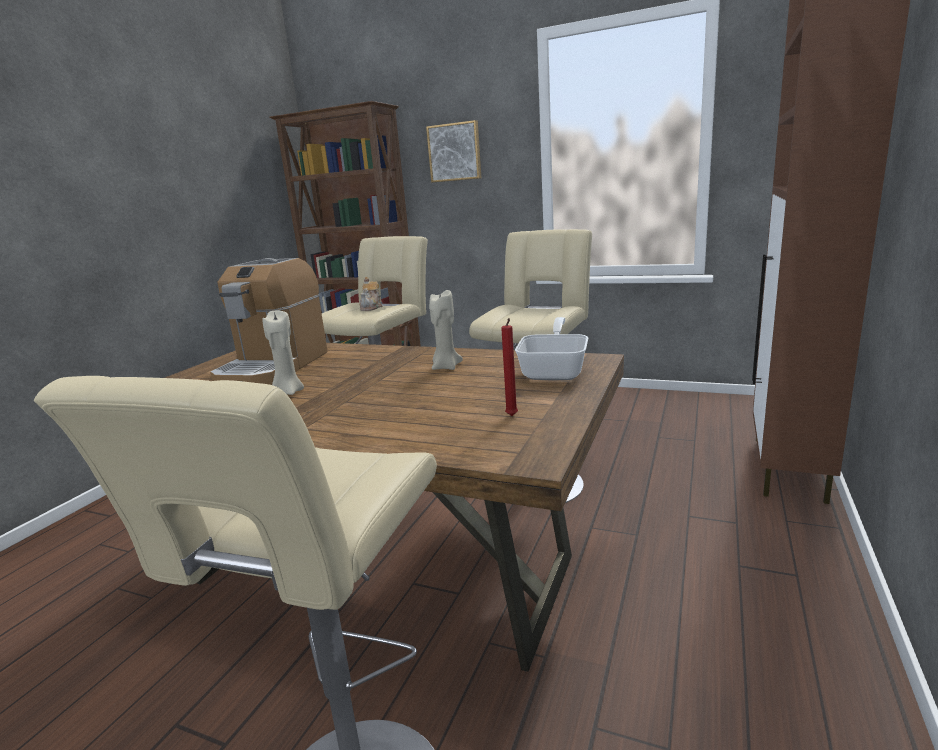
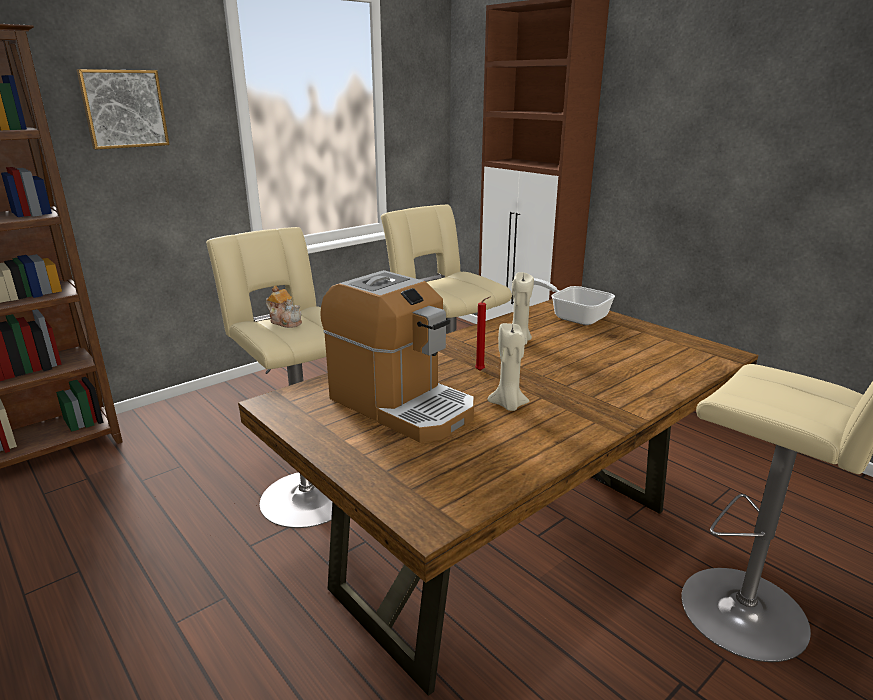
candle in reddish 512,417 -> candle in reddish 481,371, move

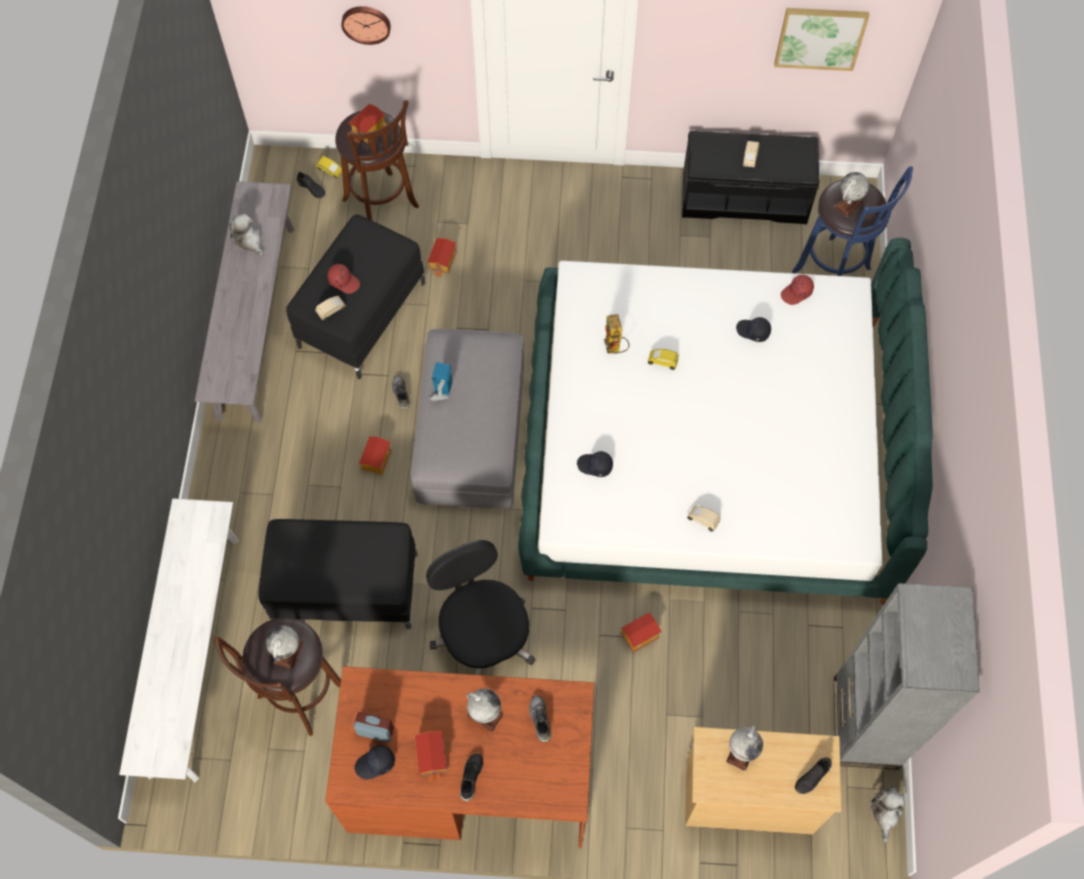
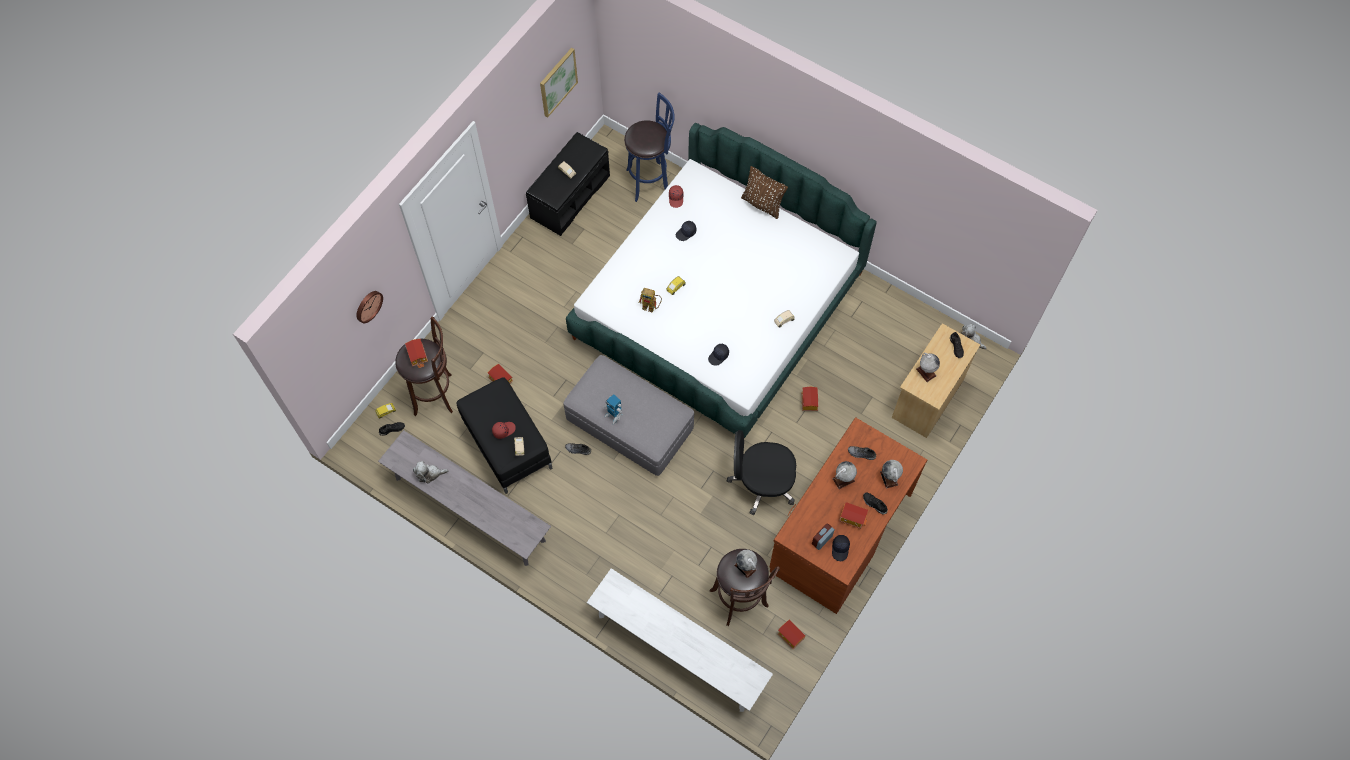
footrest in blackish 344,589 -> none
model house 376,460 -> model house 790,636, move
globe 848,204 -> globe 889,478, move
shelving unit in grey 865,723 -> none
none -> throw pillow in brownish 762,204

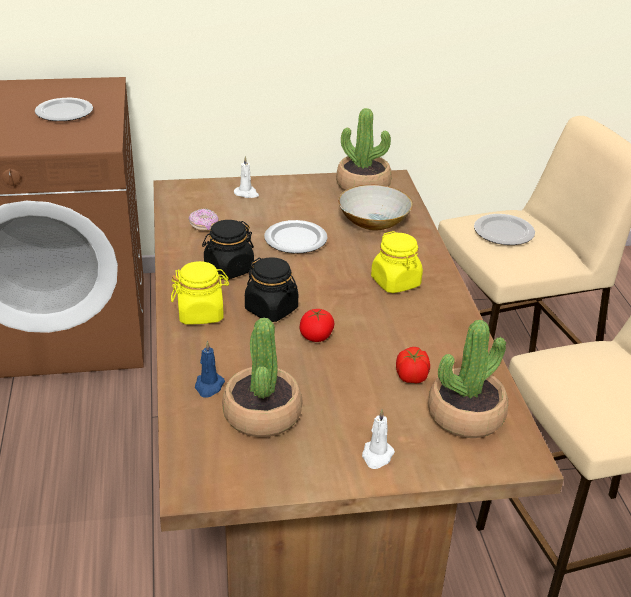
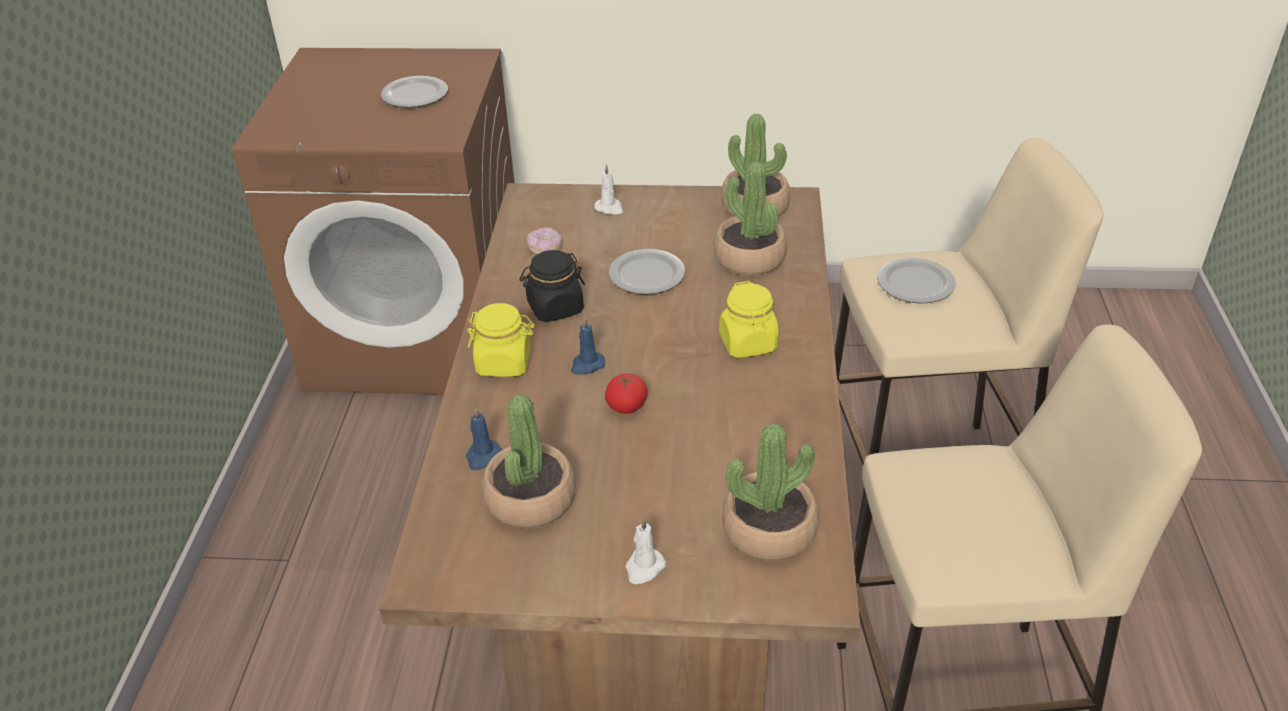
preserve jar in blackish 271,309 -> candle in bluish 587,365
deep dish 372,222 -> potted plant 749,258
tomato 411,377 -> none

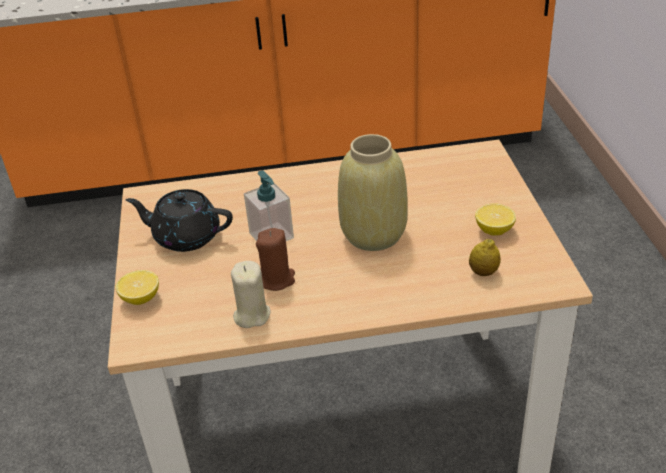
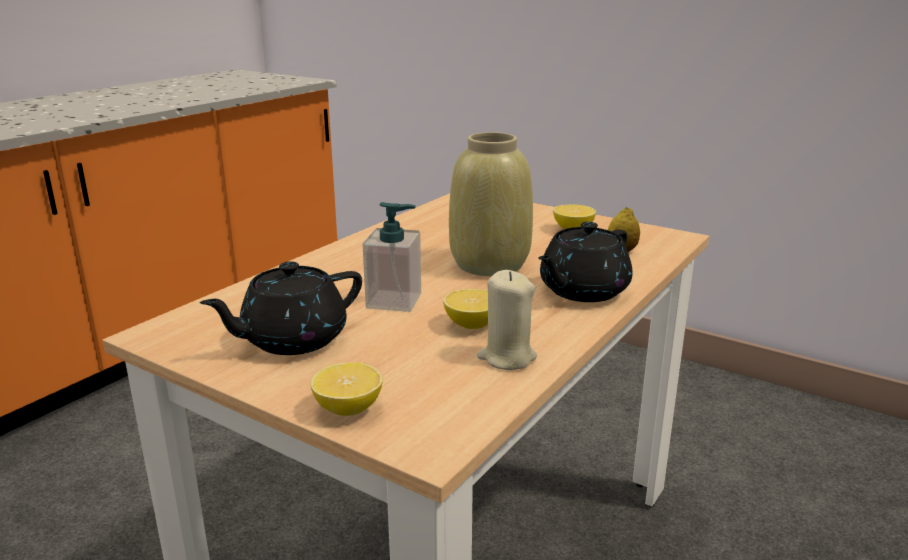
candle in brownish 277,279 -> citrus fruit 471,324
none -> pot for tea in blackish 582,291

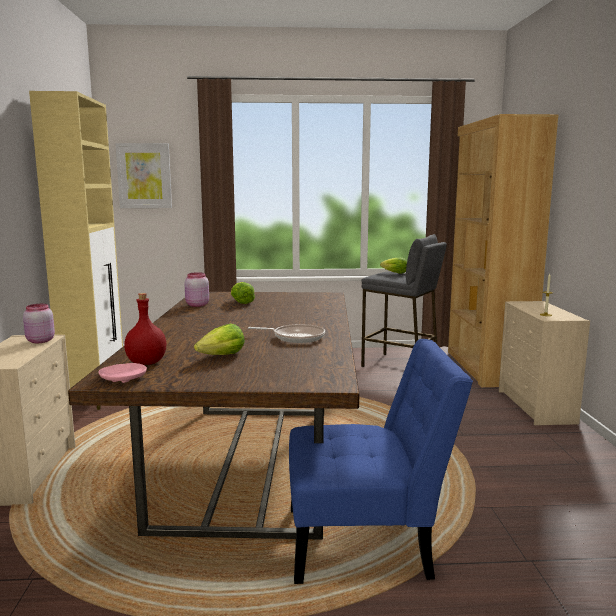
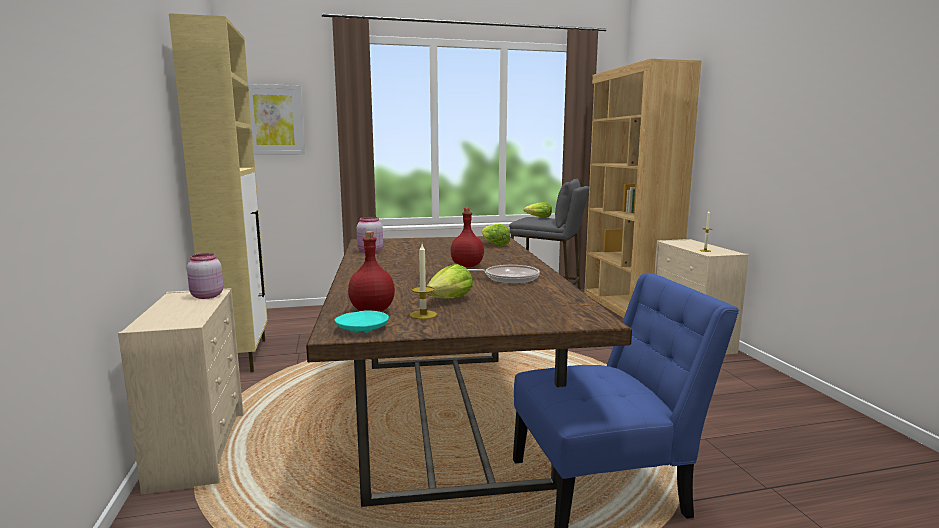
dinner plate in pink-coloured 123,379 -> dinner plate in turquoise 362,329
lettuce head 241,302 -> lettuce head 494,245, move
none -> candle 423,315
none -> drink bottle in reddish 466,266

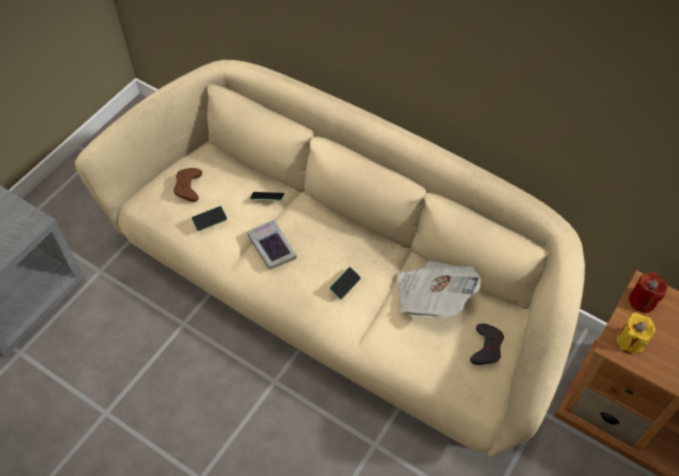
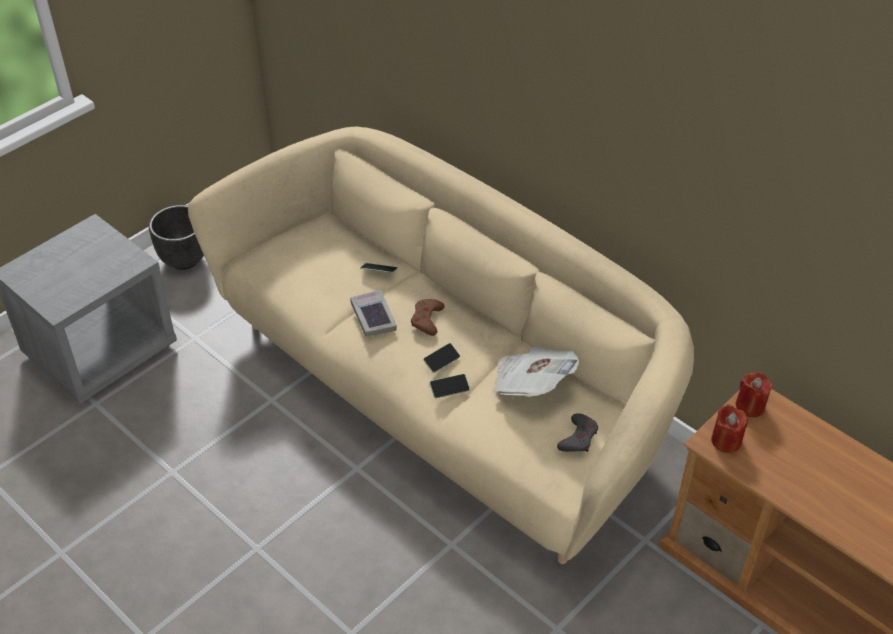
game controller in brownish 188,187 -> game controller in brownish 427,320, move
telephone 210,221 -> telephone 449,389, move
candle in yellowish 630,341 -> candle in reddish 726,441
none -> plant pot in blackish 184,260

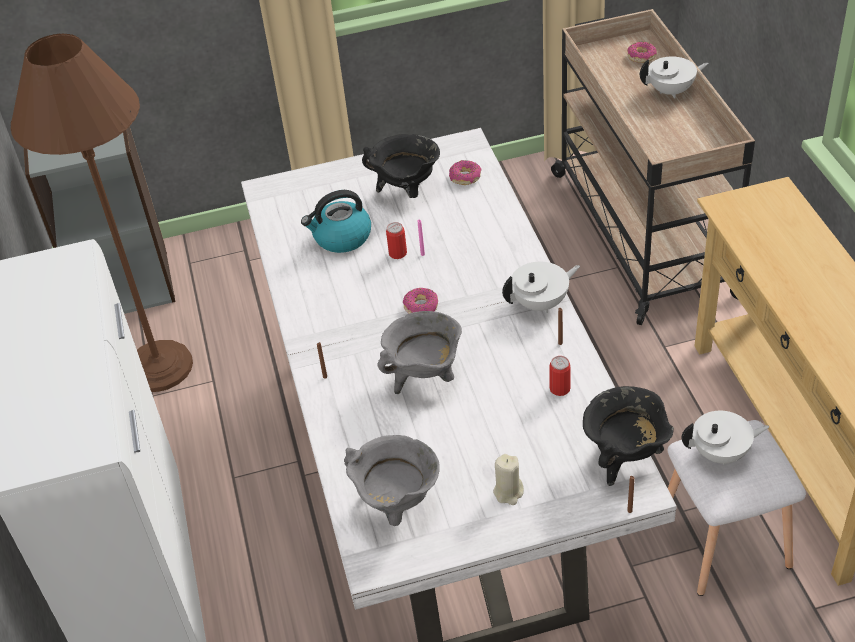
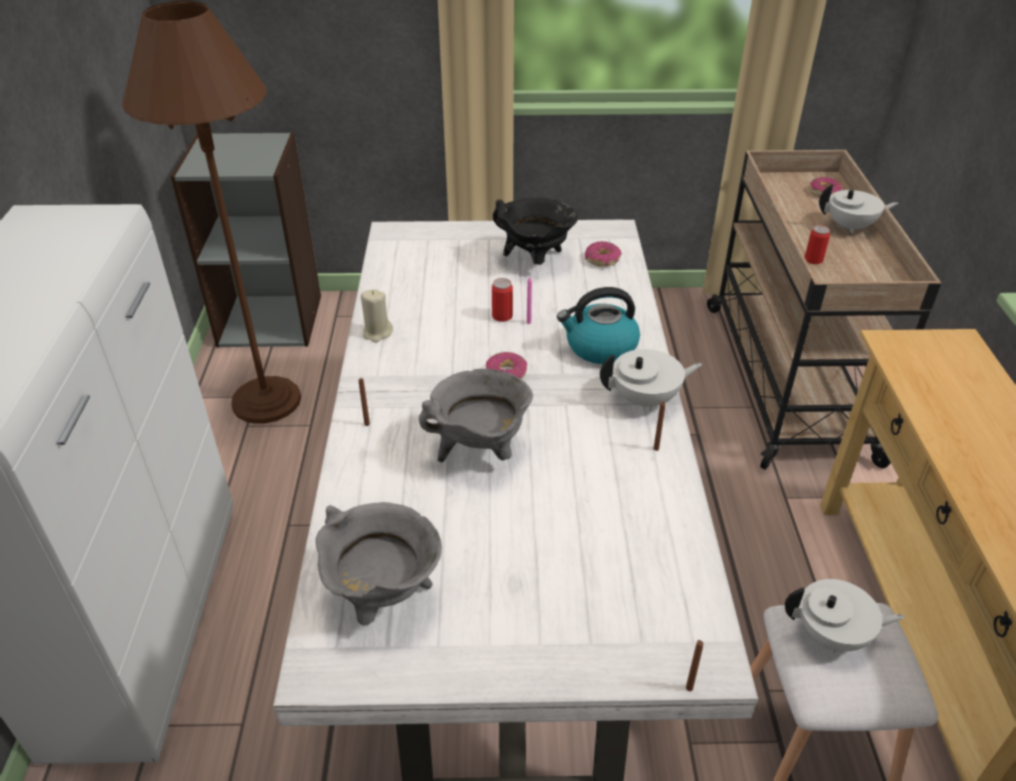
water kettle 341,237 -> water kettle 600,347, move
candle in sand-coloured 508,492 -> candle in sand-coloured 377,333, move
can 560,389 -> can 813,260, move
stockpot in blackish 624,458 -> none

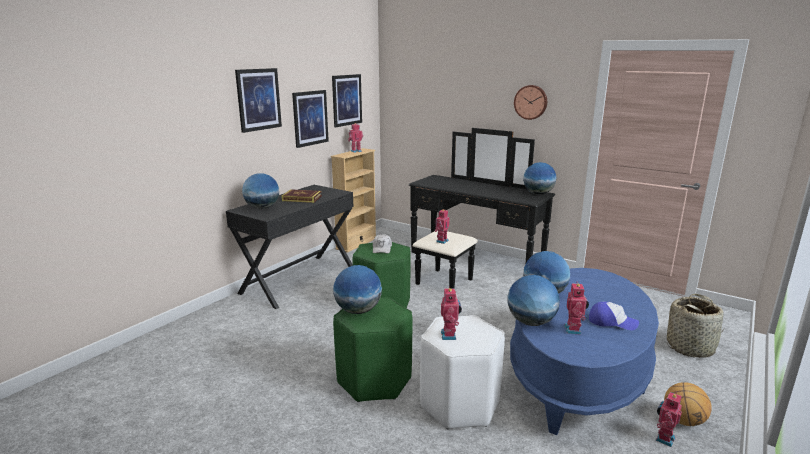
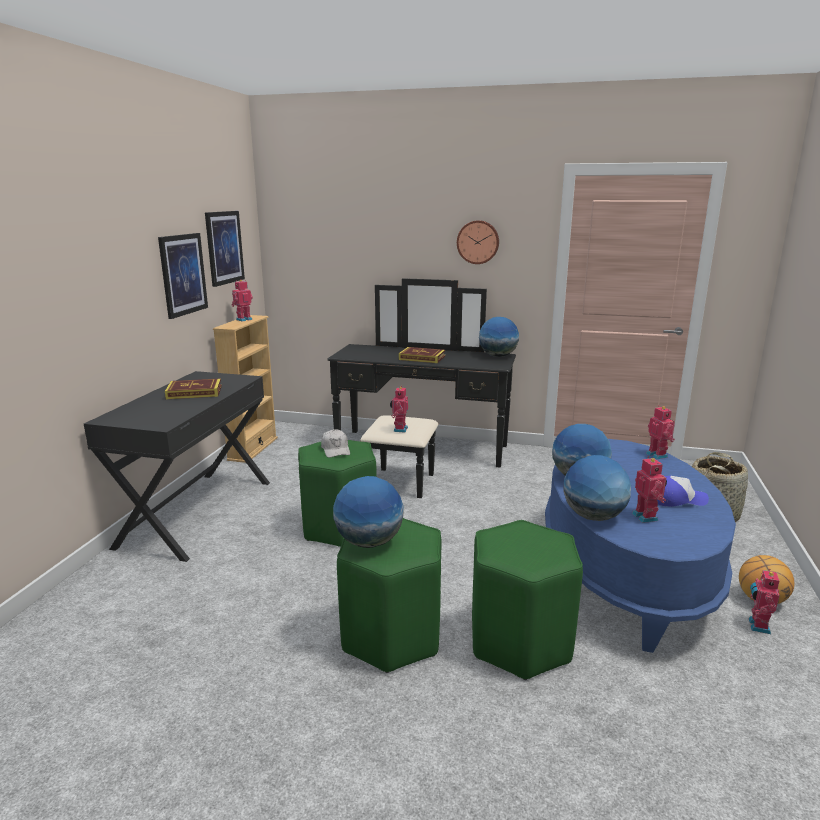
wall picture 258,99 -> none
globe 262,208 -> none
stool seat in white-coloured 460,404 -> stool seat in green 520,641
robot figure 450,335 -> robot figure 657,455, move
none -> book 422,358

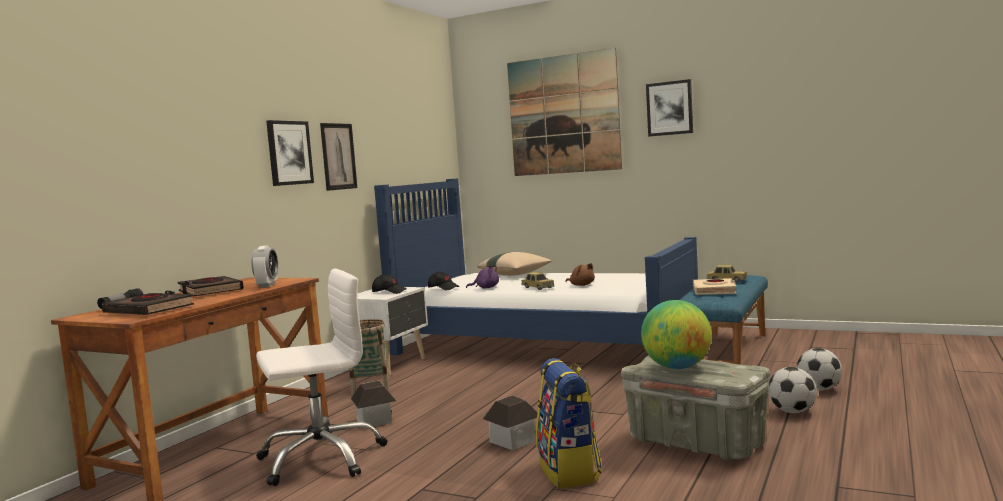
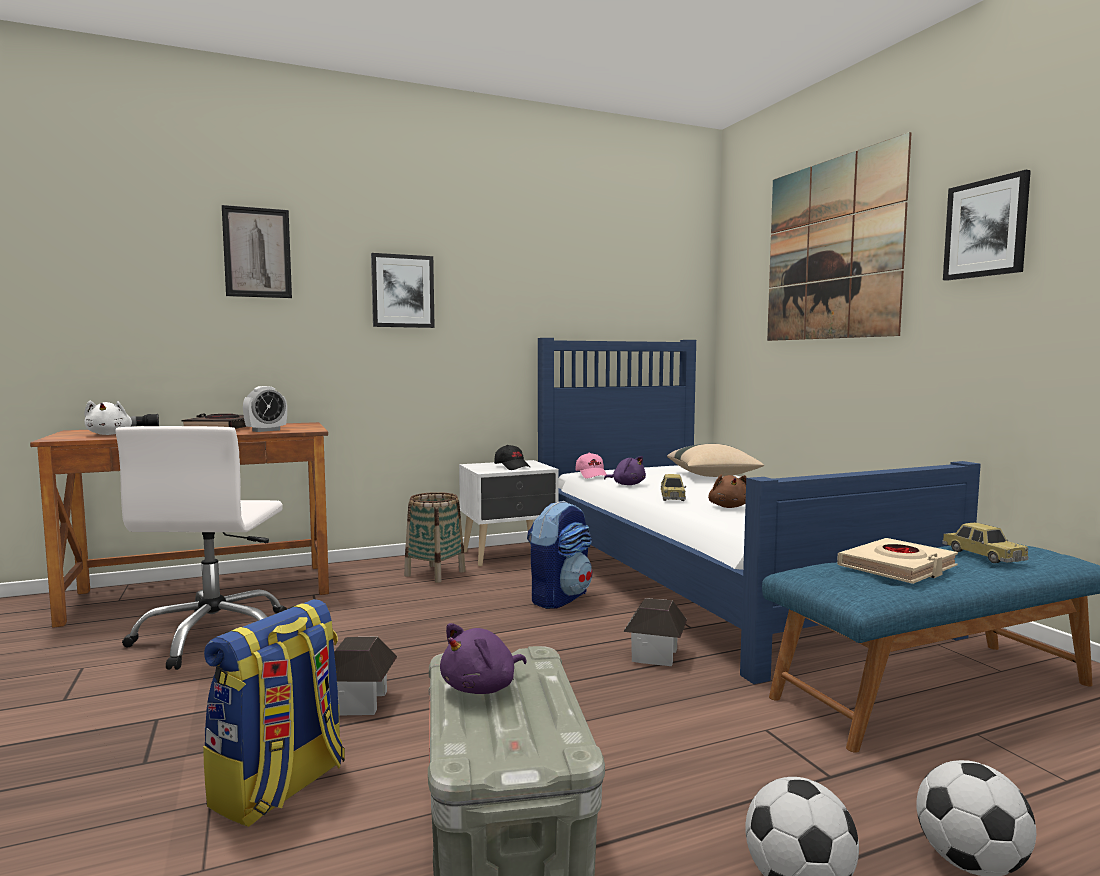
book in blackish 149,310 -> plush toy in white-coloured 109,434
desk chair in white-coloured 321,458 -> desk chair in white-coloured 214,636, 75 degrees clockwise
wall picture 338,156 -> wall picture 257,252, move
model house 375,421 -> model house 655,655, move
peaked cap in blackish 443,288 -> peaked cap in pink-coloured 592,475
globe 677,367 -> plush toy in purple 482,687
none -> rucksack 559,598

